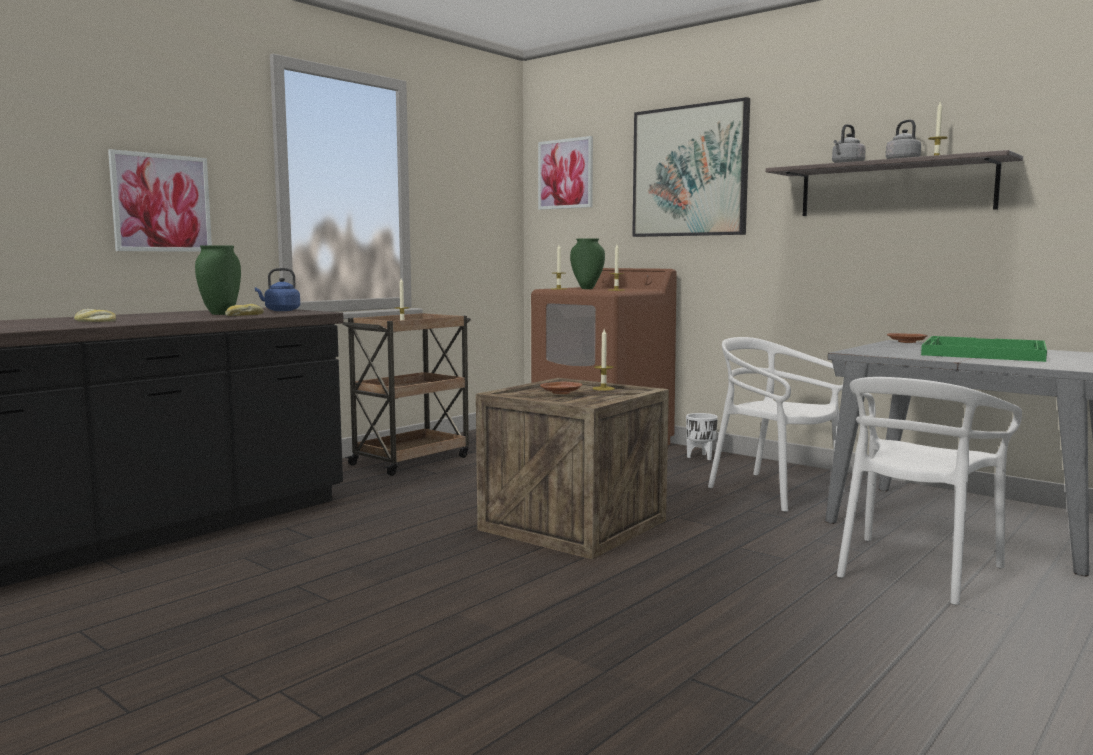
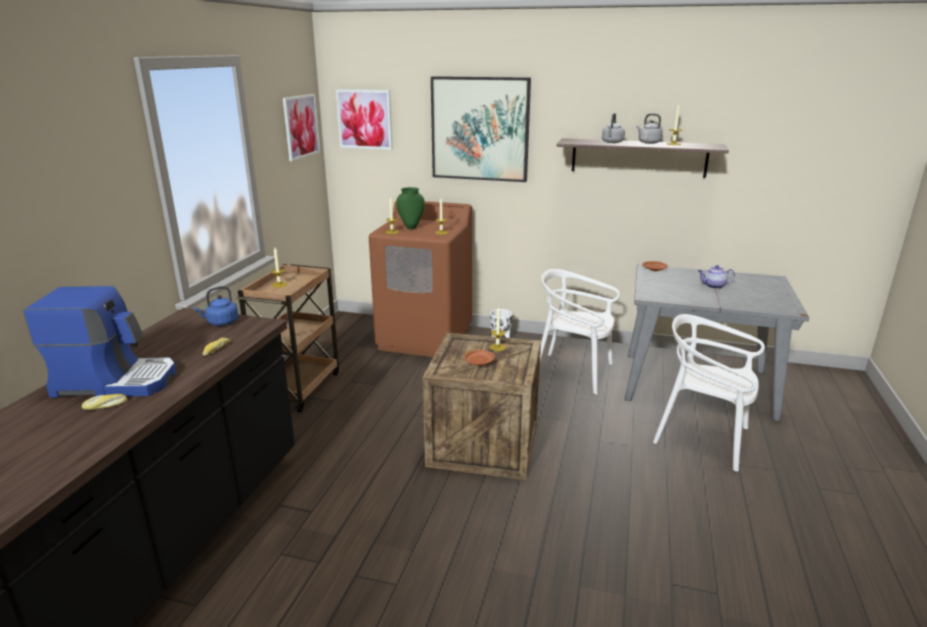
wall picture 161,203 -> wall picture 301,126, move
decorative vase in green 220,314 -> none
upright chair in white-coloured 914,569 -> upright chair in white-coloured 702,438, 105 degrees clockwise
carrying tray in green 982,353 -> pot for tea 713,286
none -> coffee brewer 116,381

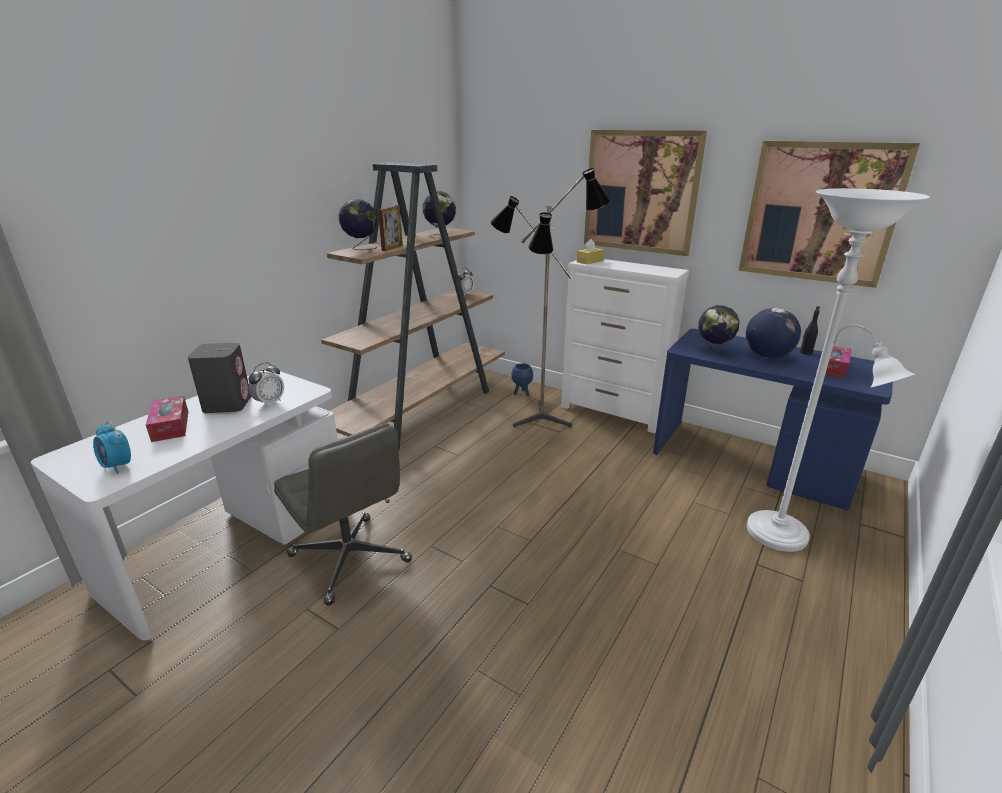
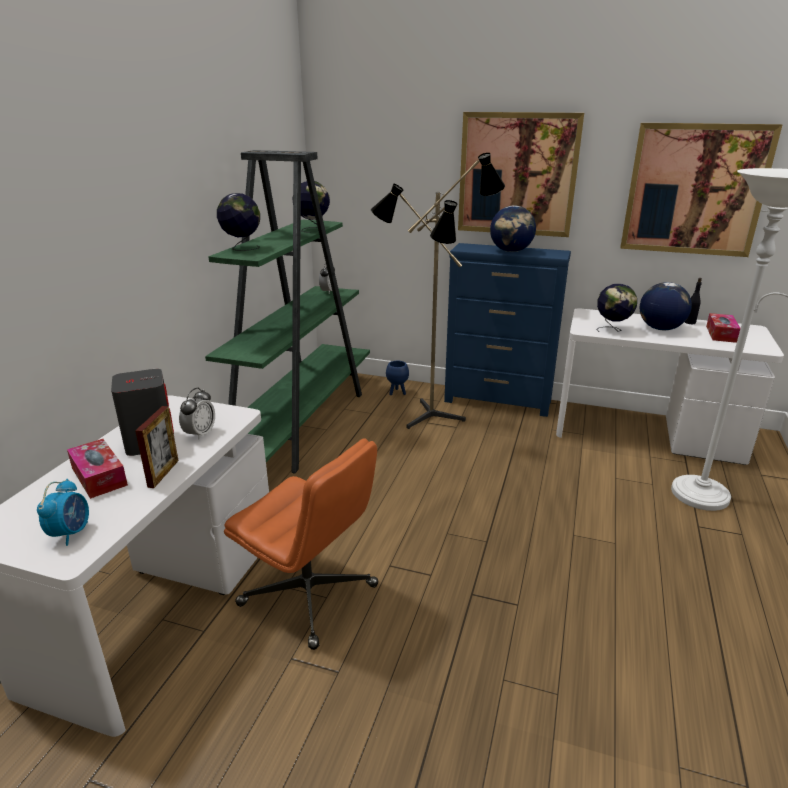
table clock 118,466 -> table clock 71,532, 105 degrees counterclockwise
desk chair in grey 350,559 -> desk chair in orangey 310,595
shelving unit in brownish 423,409 -> shelving unit in green 300,422
picture frame 392,248 -> picture frame 163,473, move
drawer chest in white-coloured 613,413 -> drawer chest in bluish 498,402
tissue box in yellowish 590,261 -> none
desk in bluish 752,462 -> desk in white-coloured 647,433
none -> globe 511,251

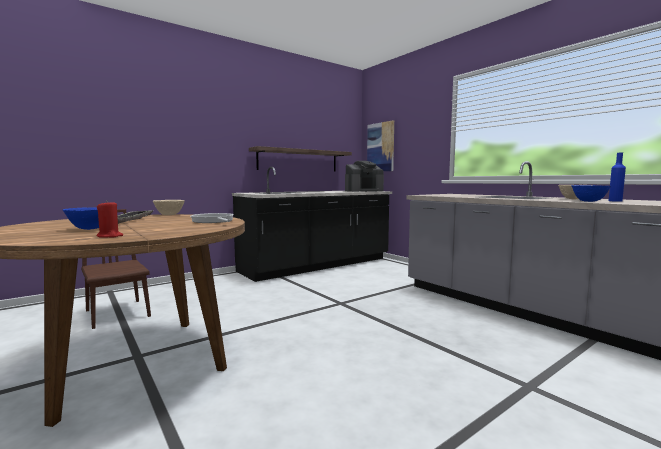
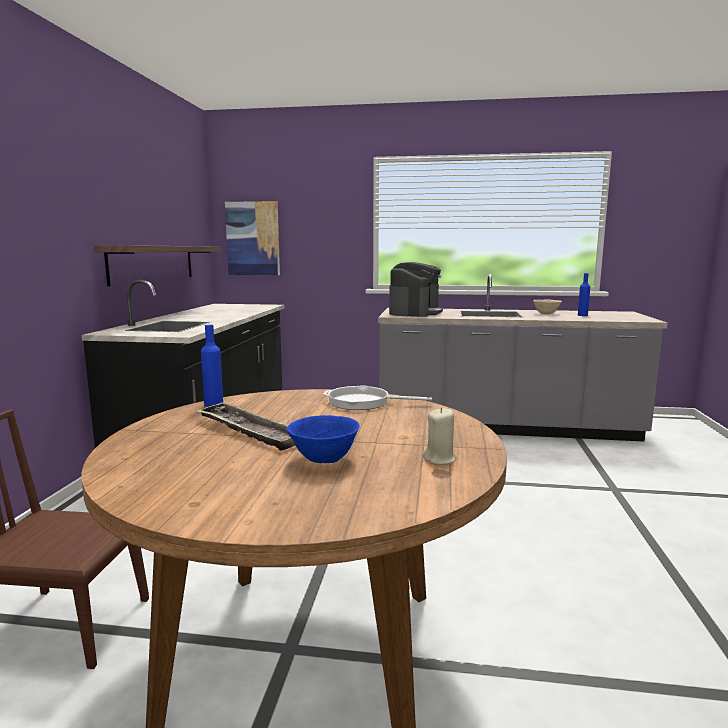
candle in reddish 110,236 -> candle in sand-coloured 440,459
deep dish in sand-coloured 169,215 -> drink bottle in bluish 213,404
coffee brewer 364,191 -> coffee brewer 415,312, move
deep dish in bluish 589,201 -> none

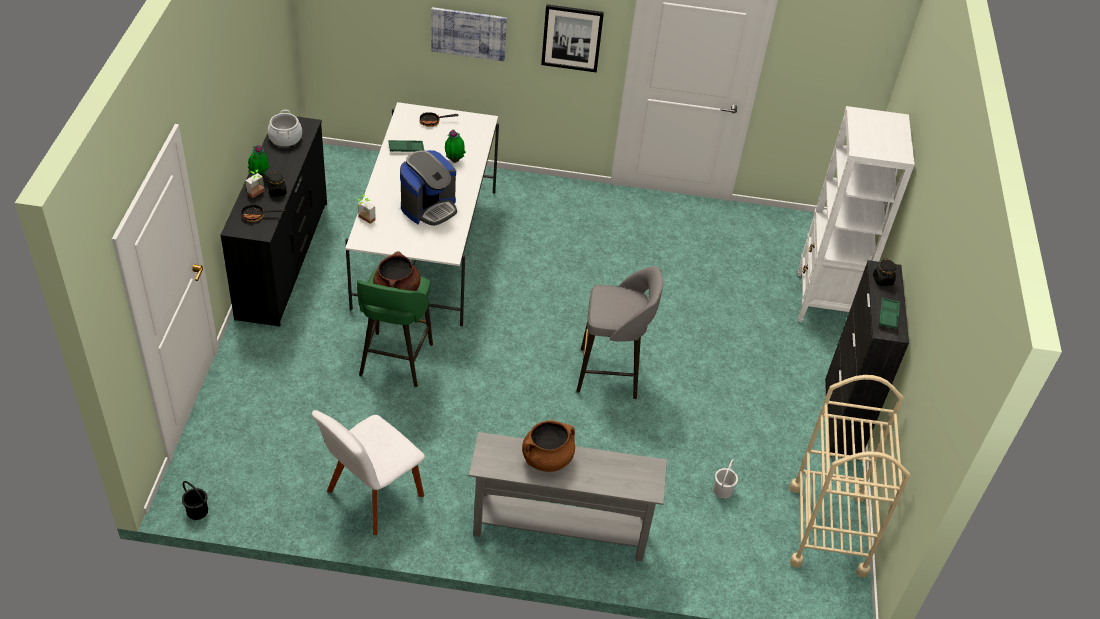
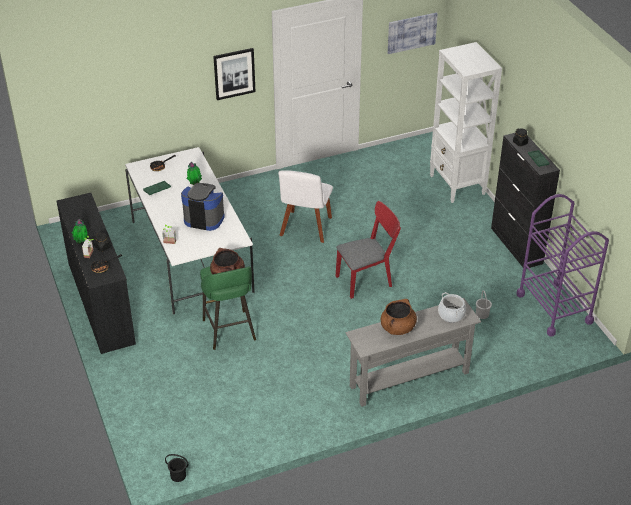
stockpot 285,138 -> stockpot 451,314, move
upright chair in white-coloured 372,497 -> upright chair in white-coloured 305,228, move
coffee brewer 429,207 -> coffee brewer 204,219, 90 degrees counterclockwise
wall picture 468,33 -> wall picture 411,32, move
stool seat in grey 611,374 -> upright chair in reddish 367,279
cart in sand-coloured 828,529 -> cart in purple 554,308

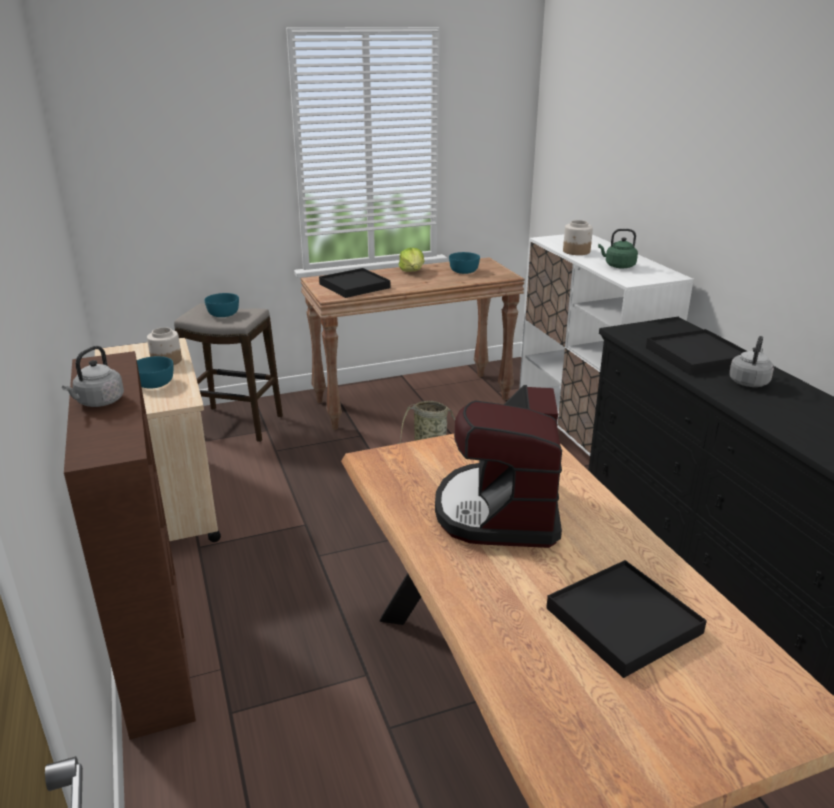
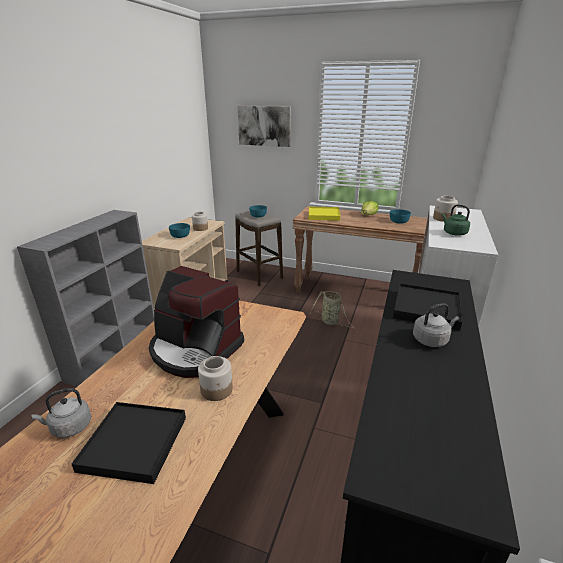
water kettle in grey 98,402 -> water kettle in grey 69,427, move
shelving unit in brownish 154,645 -> shelving unit in grey 115,351
carrying tray in blackish 354,286 -> carrying tray in yellowish 323,215
coffee brewer 499,511 -> coffee brewer 195,349, 105 degrees counterclockwise
none -> preserve jar 217,390
none -> wall picture 264,126

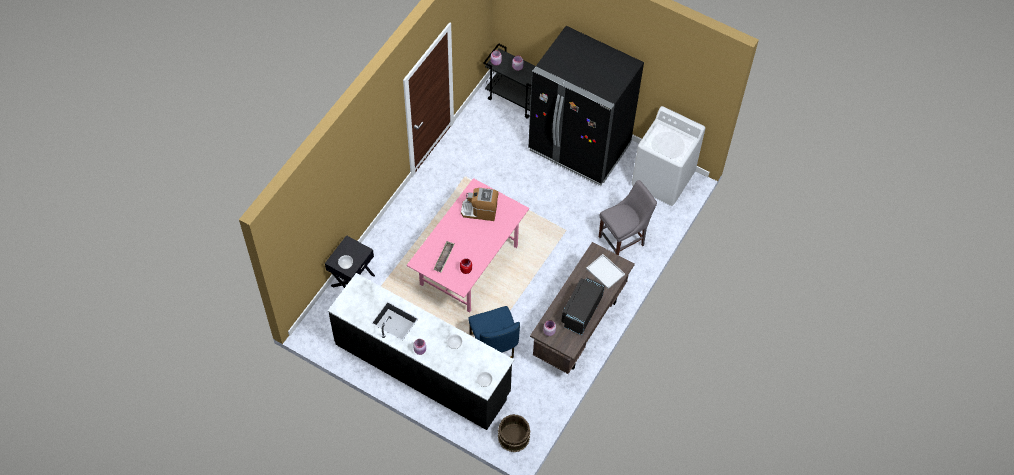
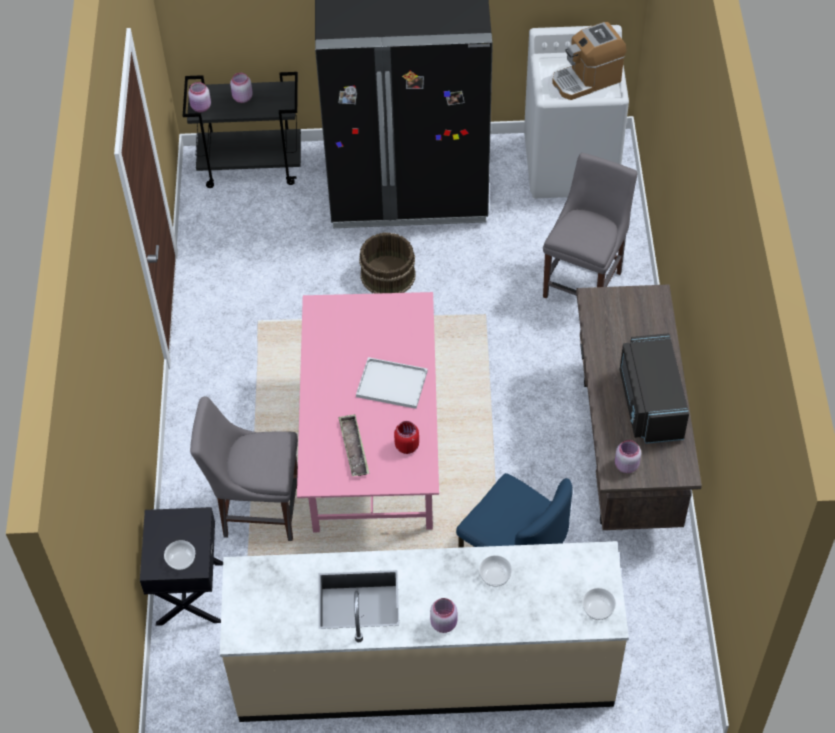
counter in blackish 422,368 -> counter in sand-coloured 424,669
coffee brewer 479,211 -> coffee brewer 586,80, move
pail in brownish 513,436 -> pail in brownish 387,275, move
carrying tray in white-coloured 606,272 -> carrying tray in white-coloured 393,383, move
none -> upright chair in grey 257,510

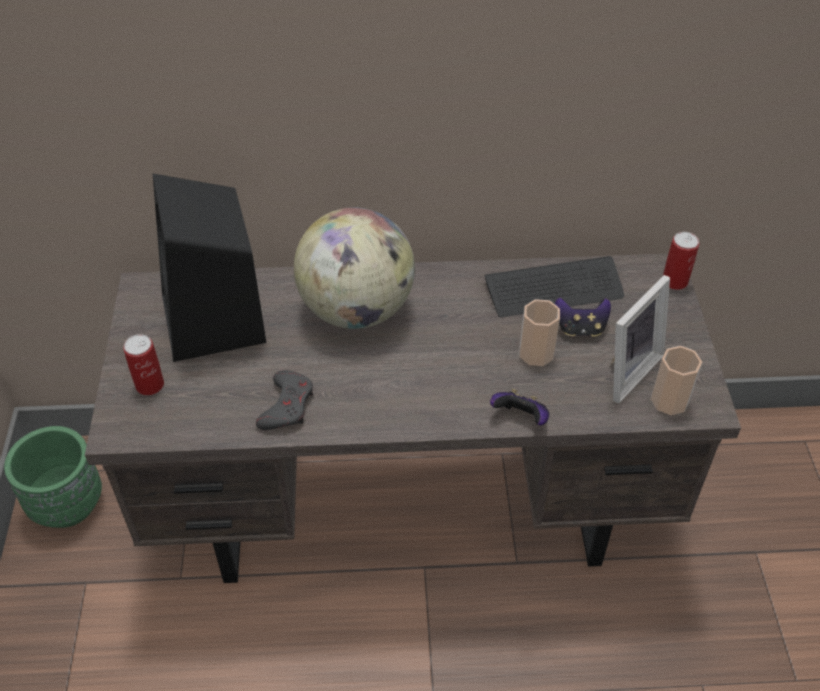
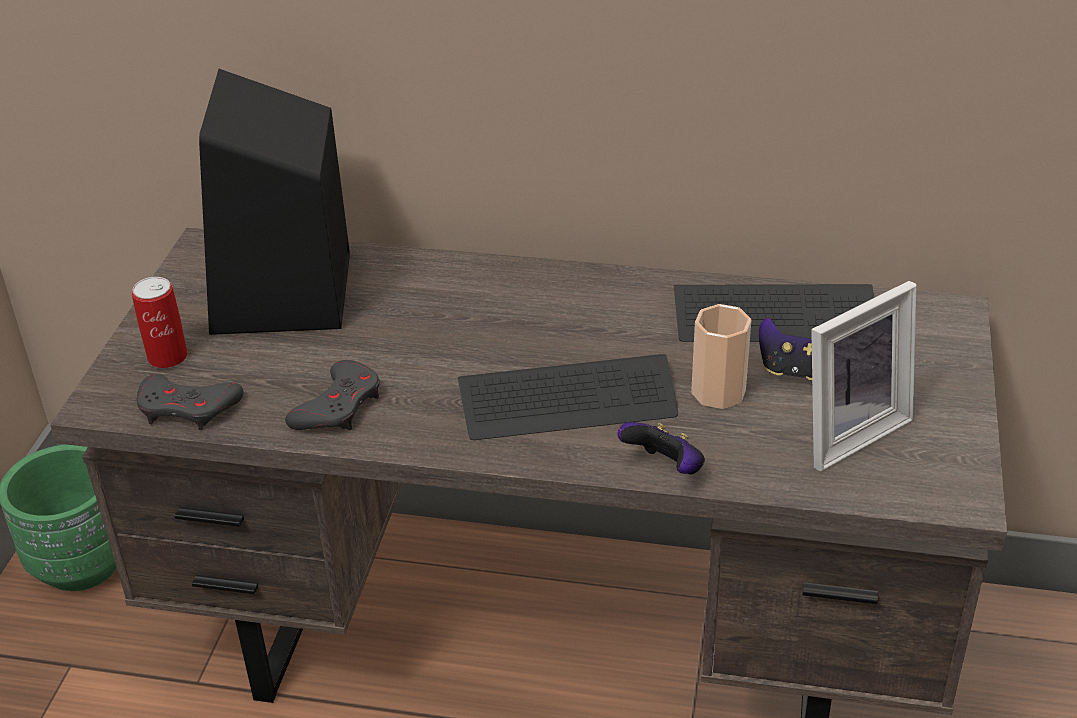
globe 357,310 -> none
small cup 669,400 -> none
can 674,281 -> none
none -> game controller in grey 188,408
none -> keyboard 568,401

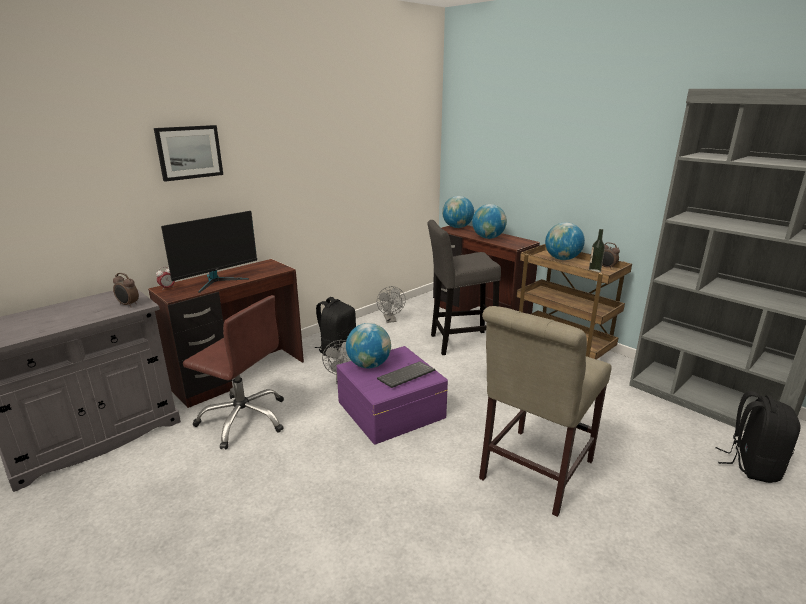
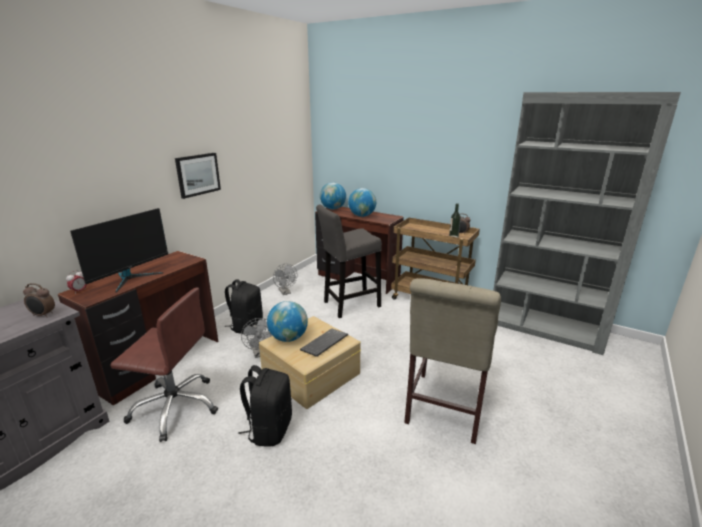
wall picture 189,152 -> wall picture 198,174, move
storage container in purple 390,409 -> storage container in sand-coloured 310,373
globe 562,259 -> none
rucksack in blackish 751,465 -> rucksack in blackish 269,429, move

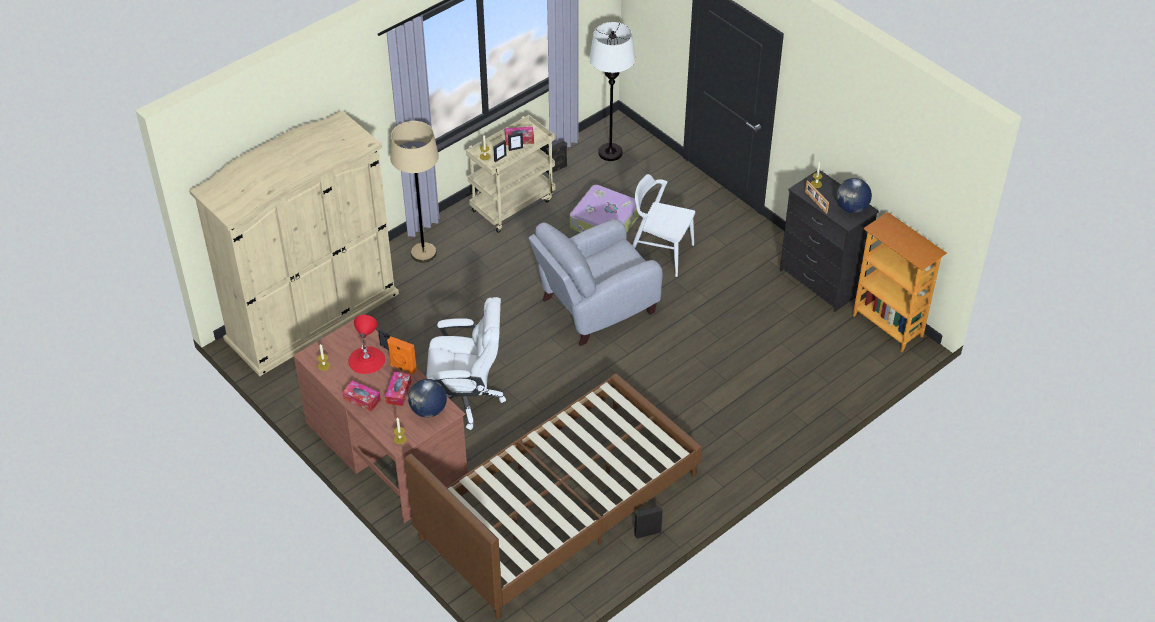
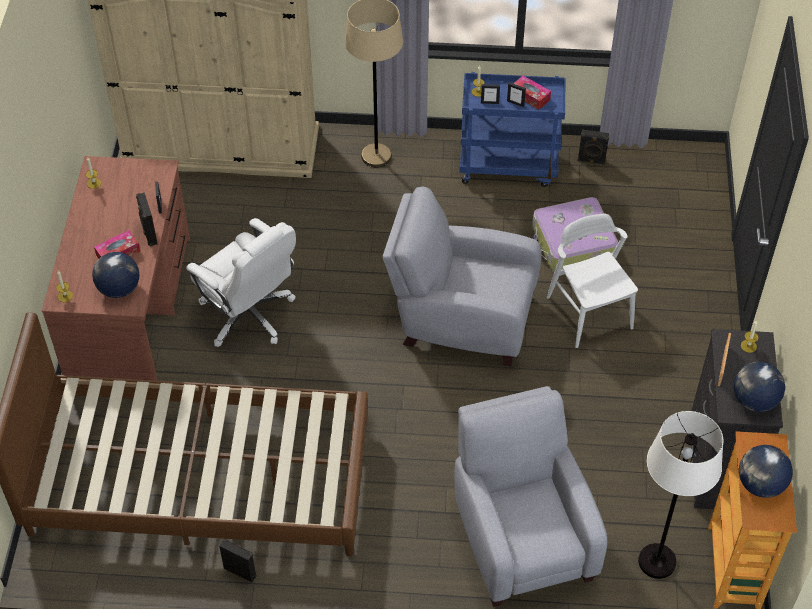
tissue box 362,399 -> none
tabletop lamp in reddish 366,360 -> none
loudspeaker in orangey 403,368 -> loudspeaker in blackish 149,234
cart in sand-coloured 512,204 -> cart in bluish 509,166
standard lamp in white-coloured 610,152 -> standard lamp in white-coloured 656,561, move
none -> armchair in grey 521,536
none -> globe 760,485

